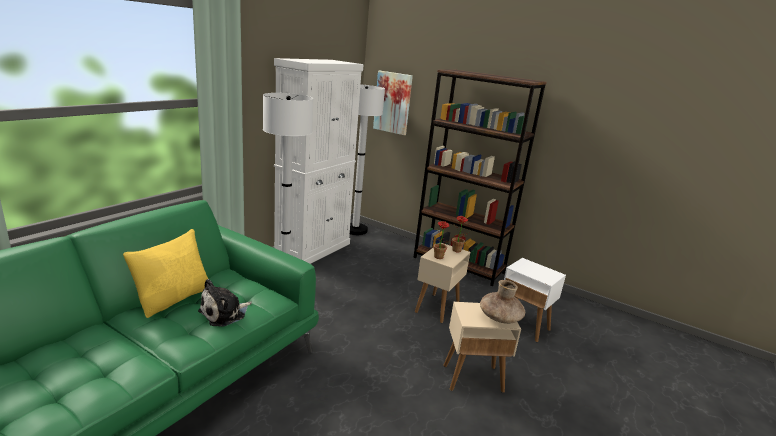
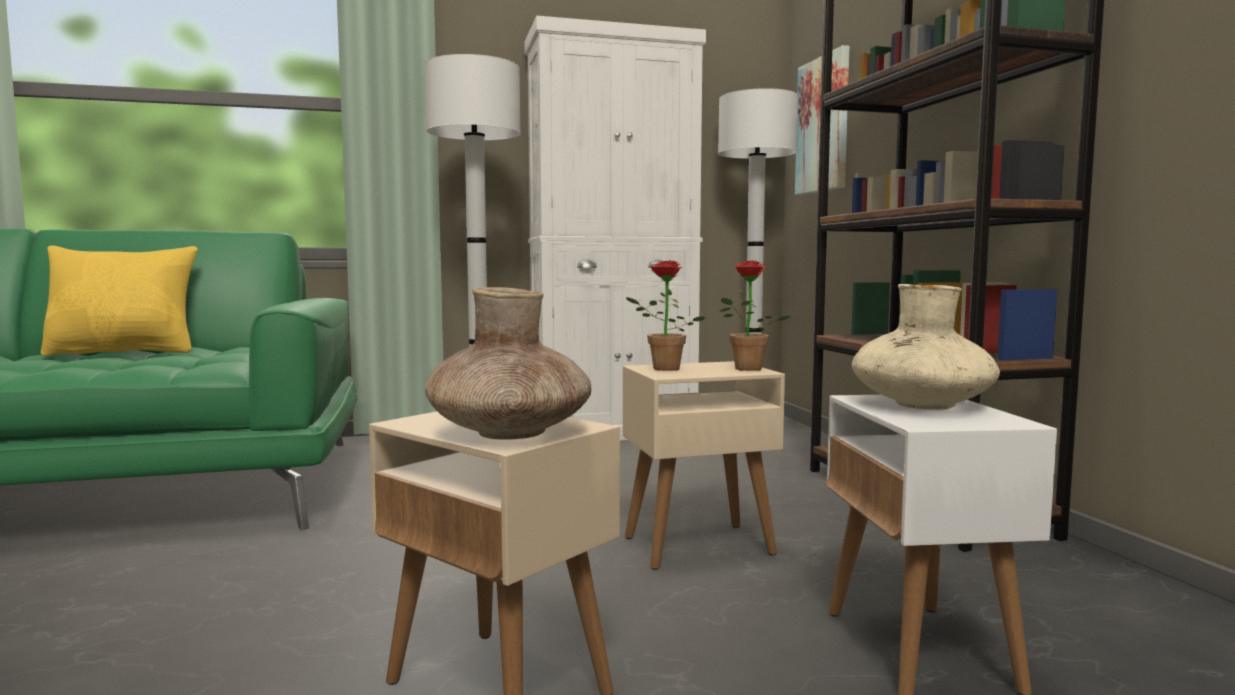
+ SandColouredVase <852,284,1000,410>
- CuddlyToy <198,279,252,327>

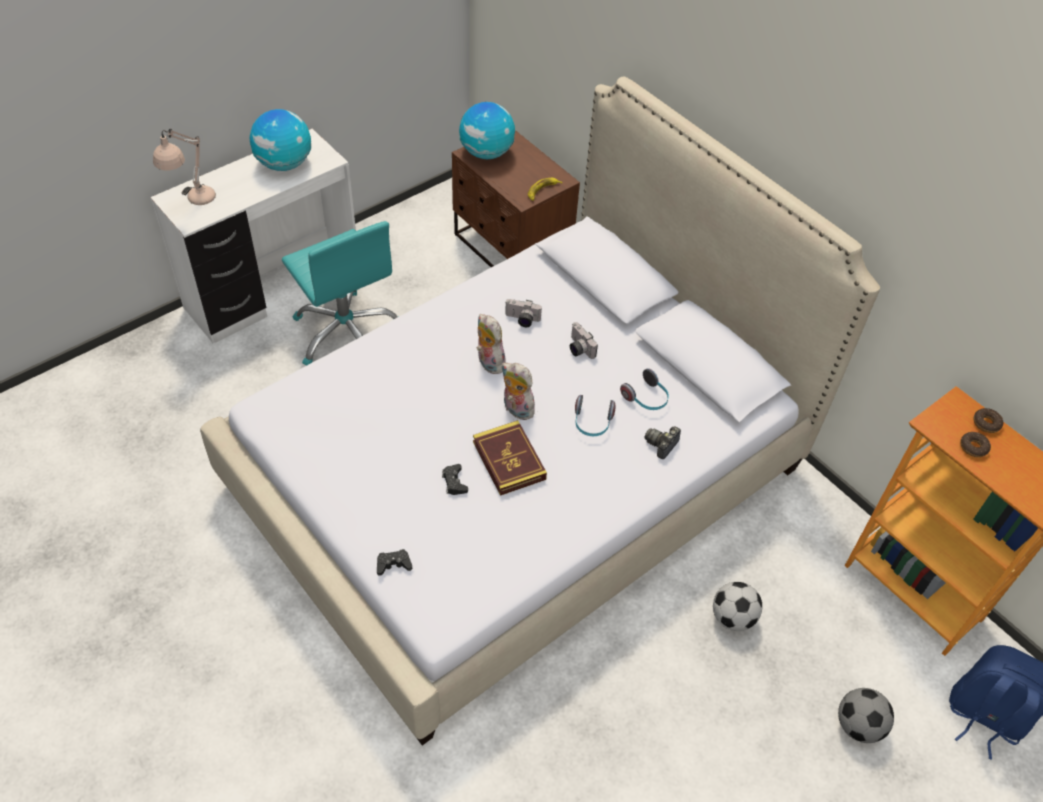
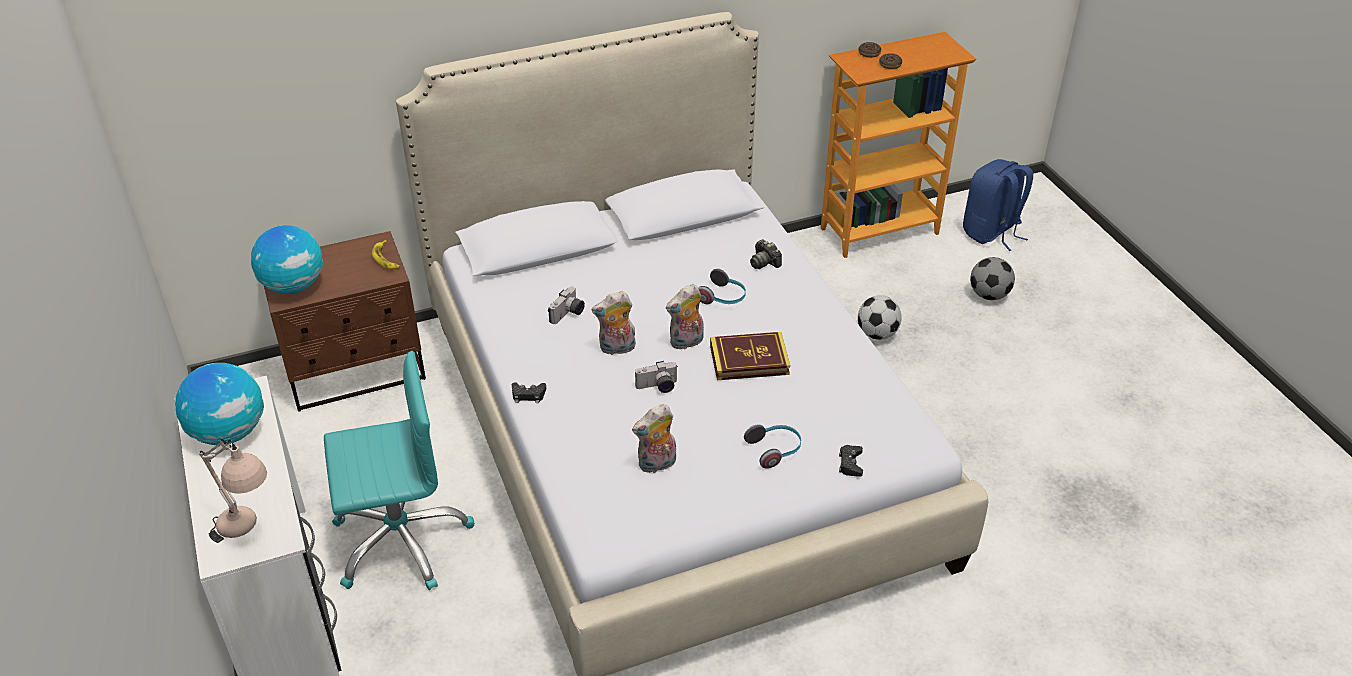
~ BlackishGamepad <442,464,468,495> to <512,382,546,403>
+ CuddlyToy <632,404,676,474>
~ StillCamera <570,322,598,359> to <635,361,677,393>
~ PairOfHeadphones <620,368,669,410> to <744,425,801,469>

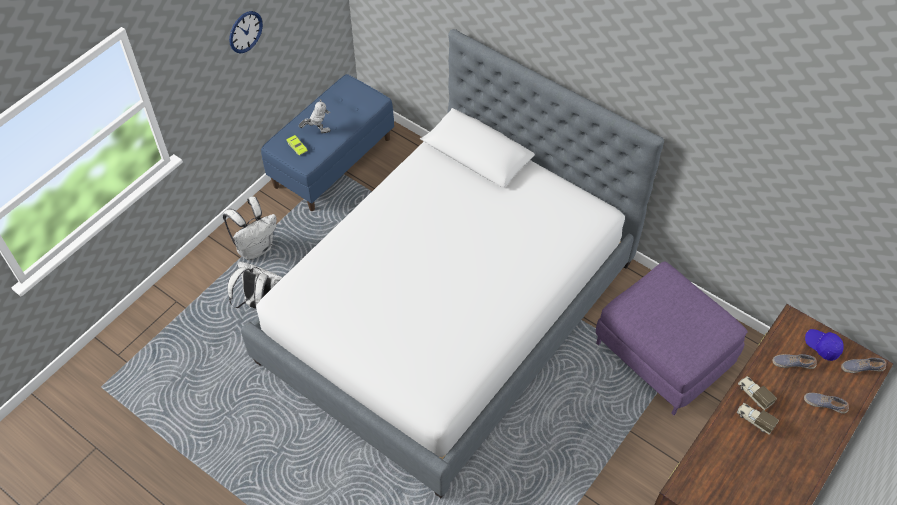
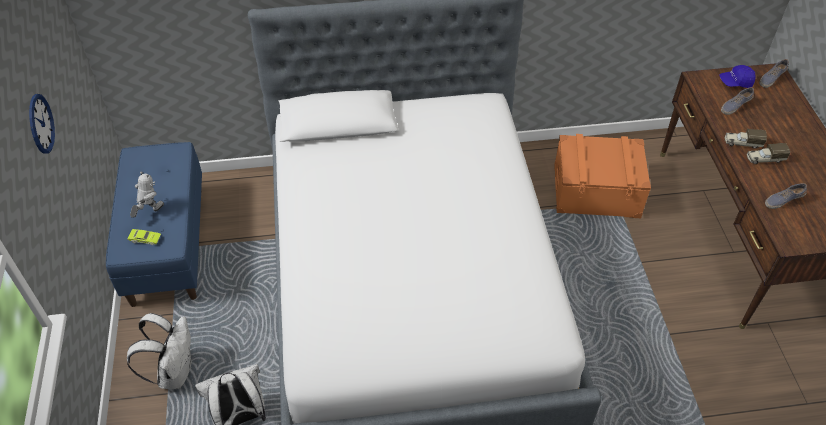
~ PurpleOttoman <596,261,748,415> to OrangeyStorageContainer <554,134,651,218>
~ ItemOfFootwear <804,393,849,414> to <765,183,807,209>

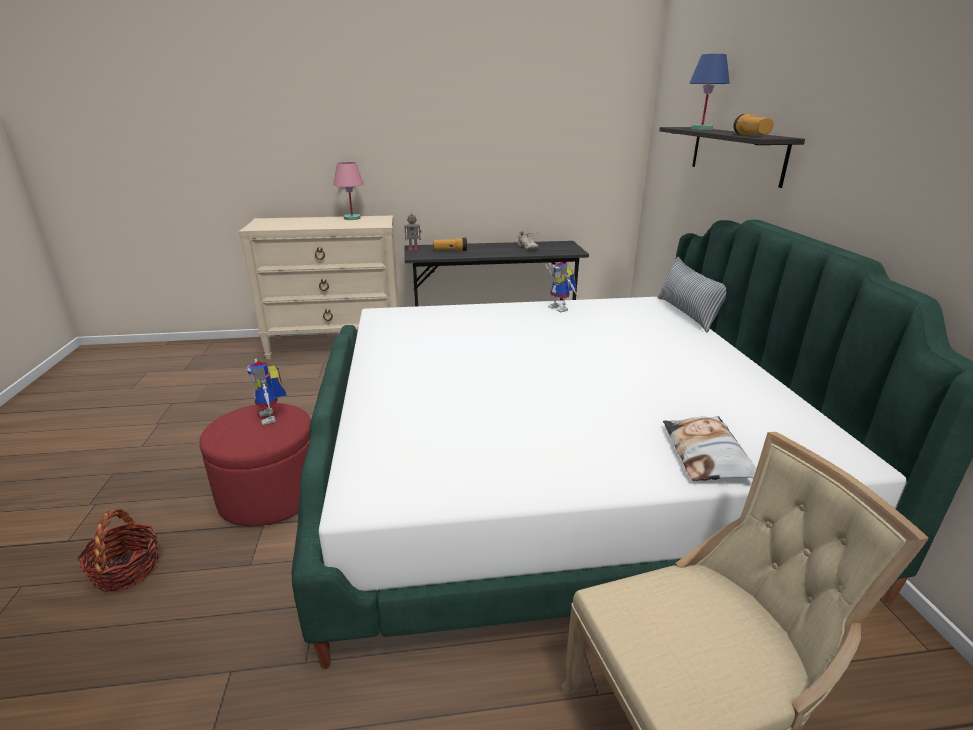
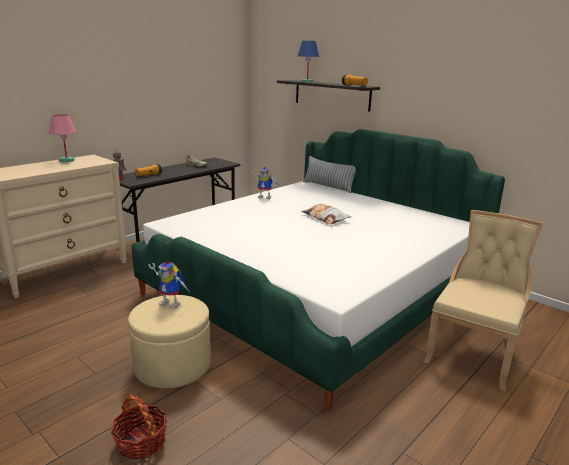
~ RedOttoman <199,403,311,526> to SandColouredOttoman <128,295,211,389>
~ ThrowPillow <663,416,756,481> to <301,204,351,224>

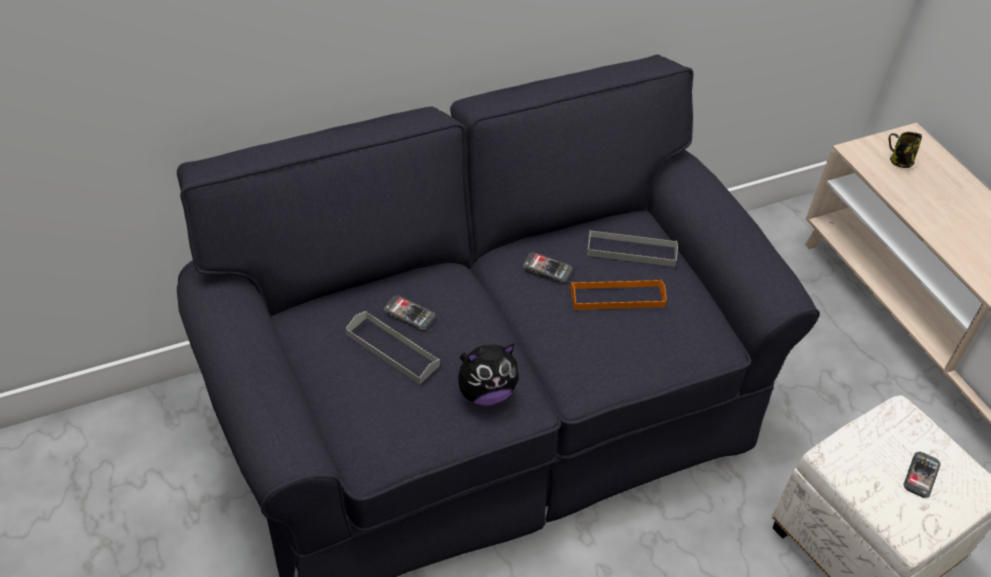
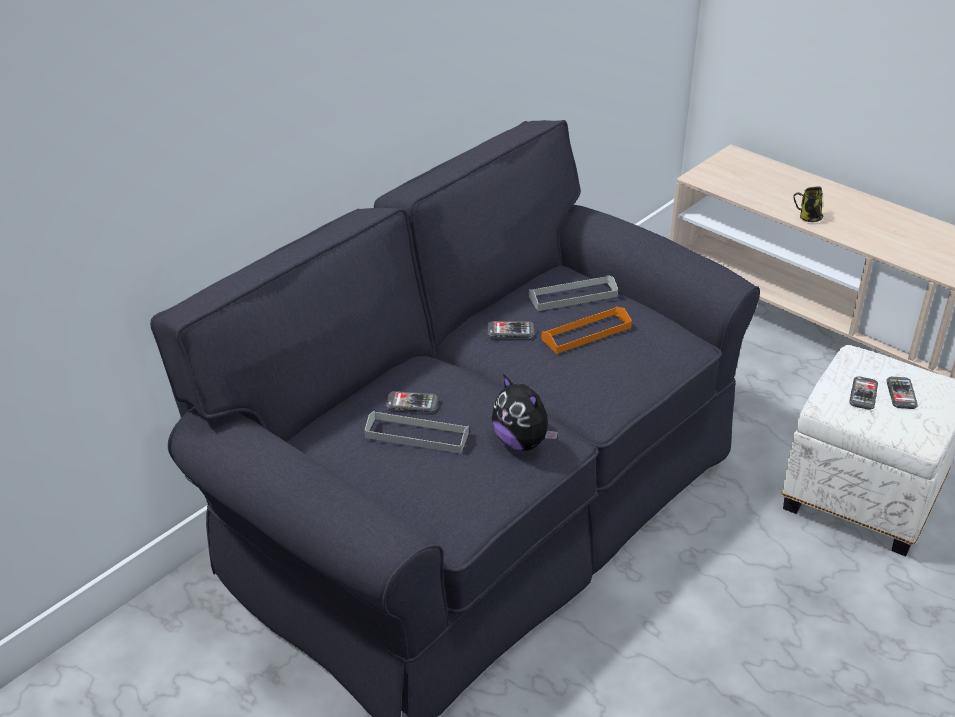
~ CuddlyToy <458,344,519,406> = <492,374,558,451> 90 degrees clockwise
~ TeaMug <889,132,922,168> to <793,187,824,222>
+ Telephone <849,376,878,410>

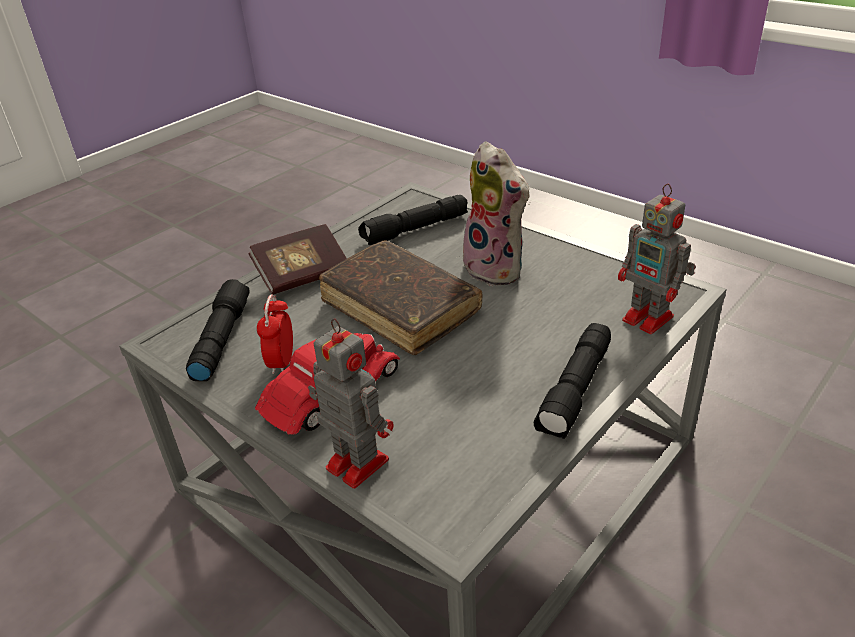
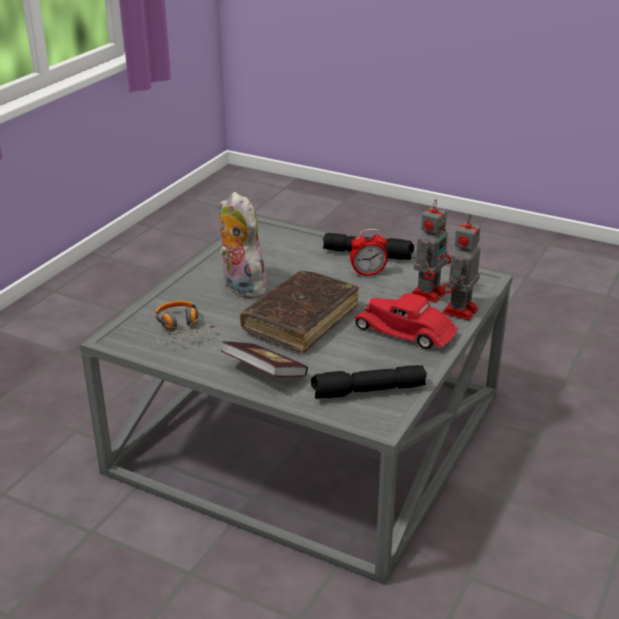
~ BlackishTorch <358,195,468,245> to PairOfHeadphones <155,301,217,344>
~ CuddlyToy <463,141,529,286> = <219,192,270,298> 75 degrees counterclockwise
~ AlarmClock <257,294,293,374> to <350,229,388,276>
~ ToyRobot <618,184,696,334> to <411,199,451,303>

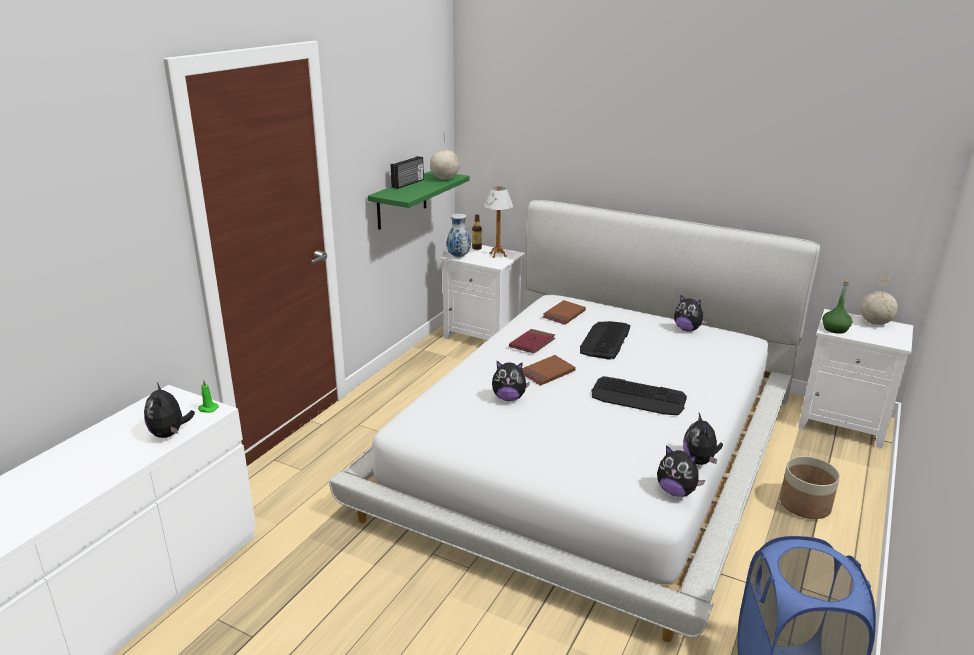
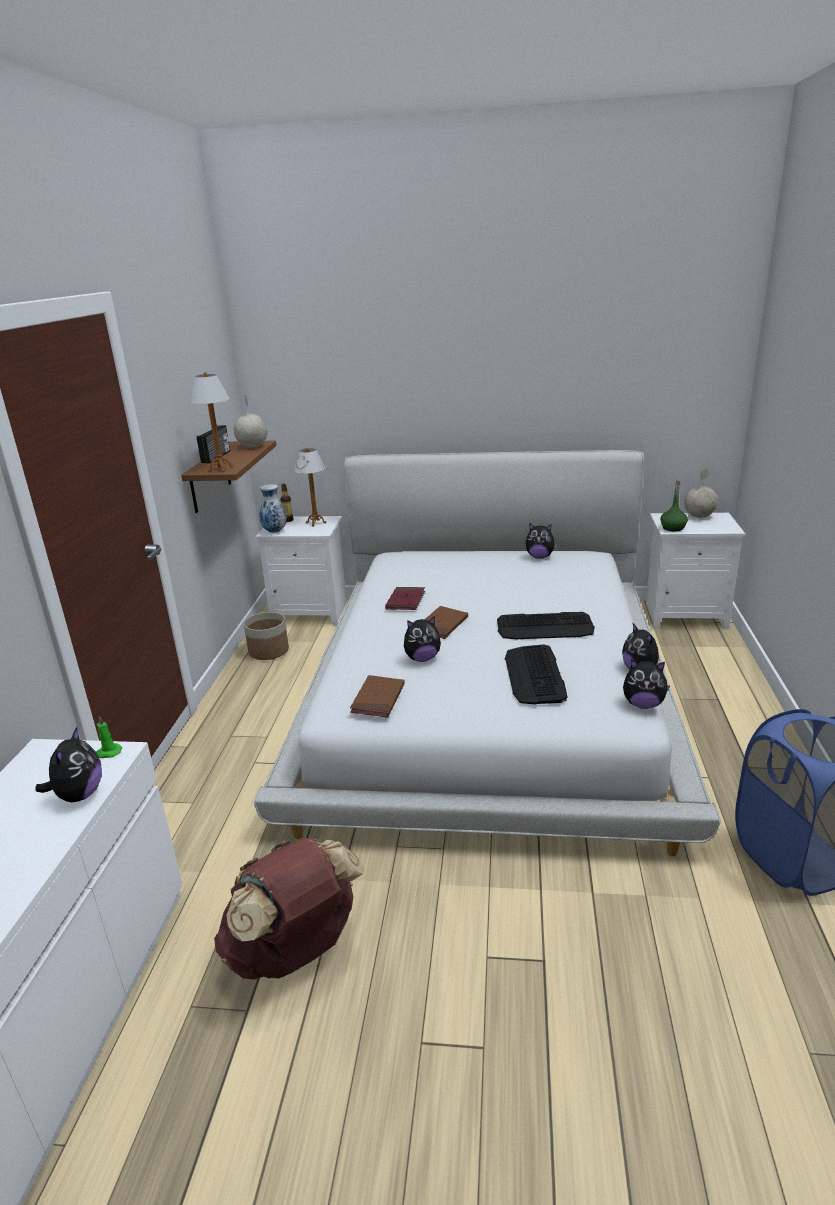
~ CuddlyToy <144,382,195,438> = <35,727,102,802> 135 degrees counterclockwise
~ GreenColouredBracketShelf <368,171,469,230> to BrownColouredBracketShelf <181,440,277,513>
+ LampForATable <190,372,234,472>
+ BrownColouredKnapsack <214,838,364,980>
~ Planter <780,456,840,519> to <244,612,289,660>
~ BrownColouredVolume <543,300,586,325> to <350,675,405,718>
~ Keyboard <580,321,630,360> to <505,644,567,705>

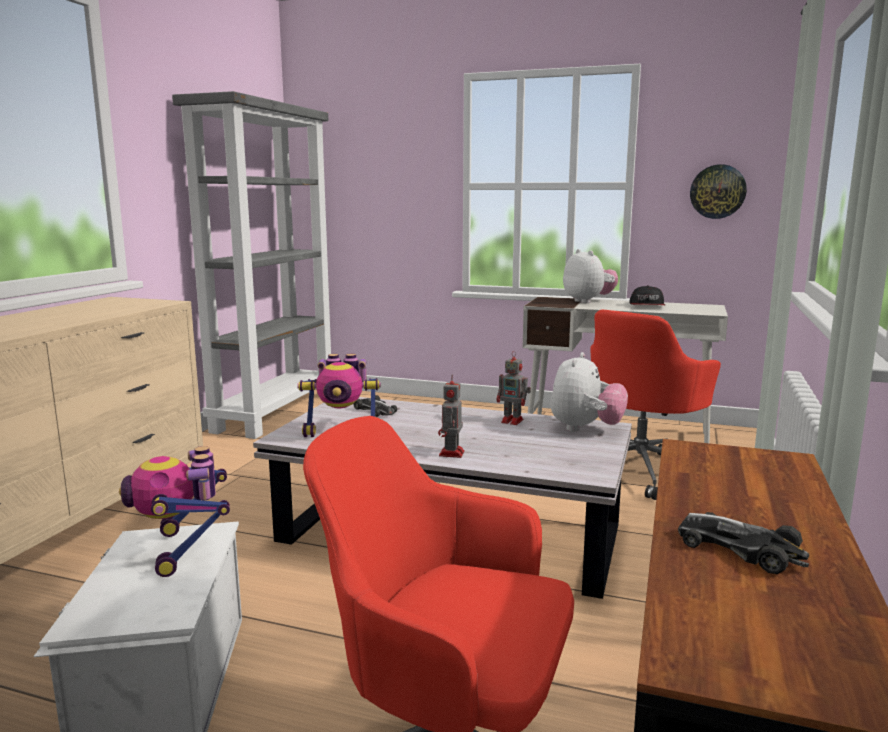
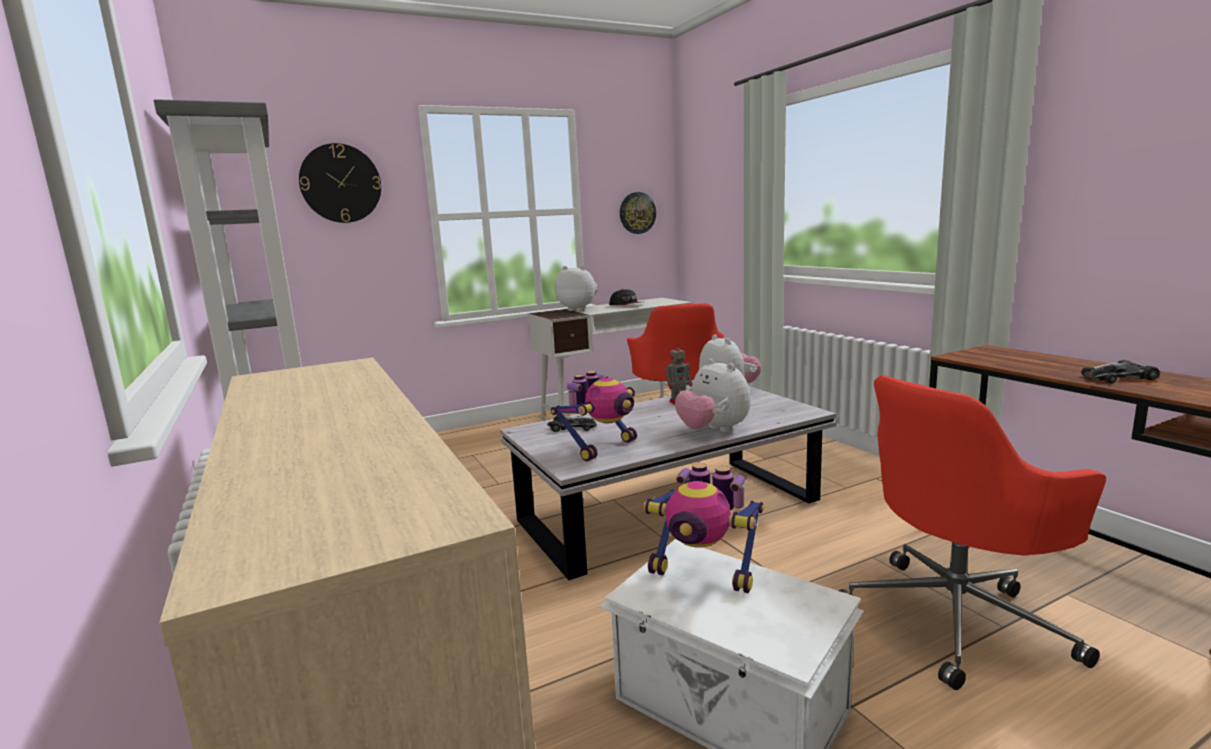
+ ClockOnTheWall <299,143,381,223>
~ ToyRobot <438,374,465,458> to CuddlyToy <675,359,751,432>

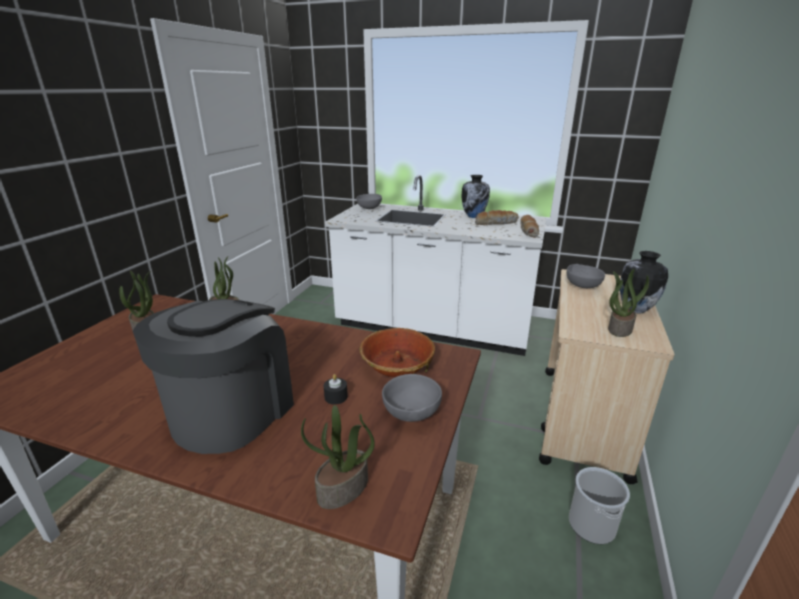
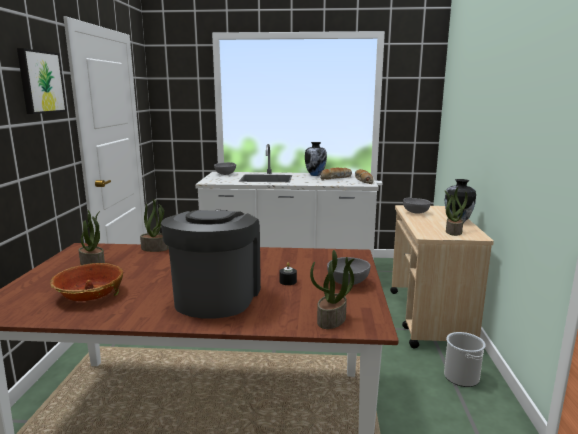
+ WallPicture <17,48,67,114>
~ DeepDish <360,328,435,377> to <50,263,123,301>

